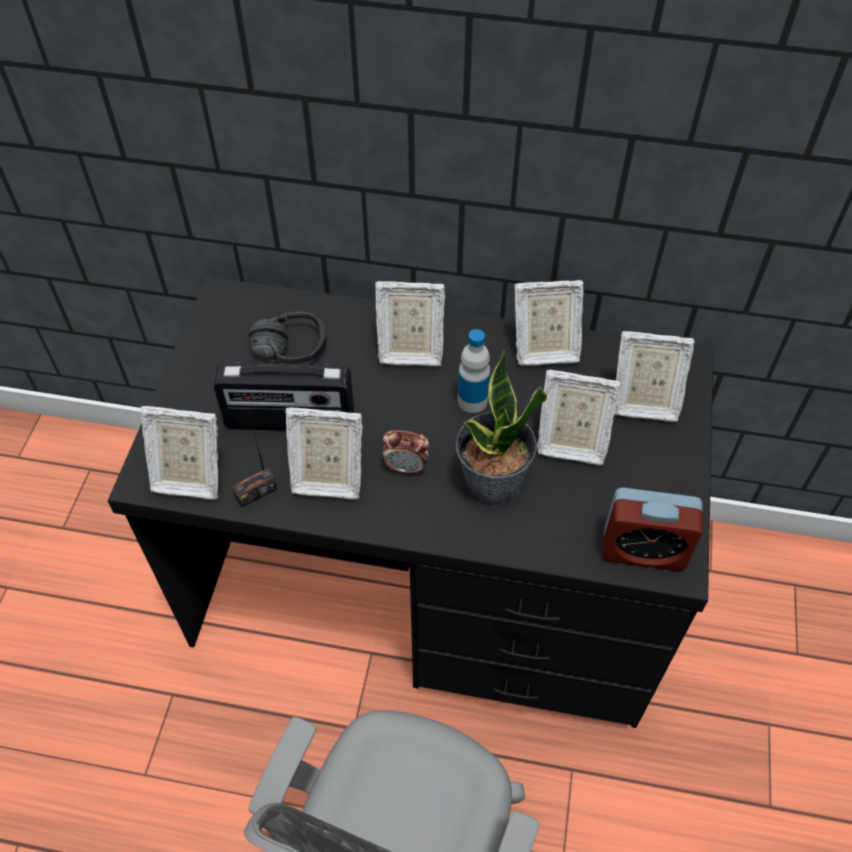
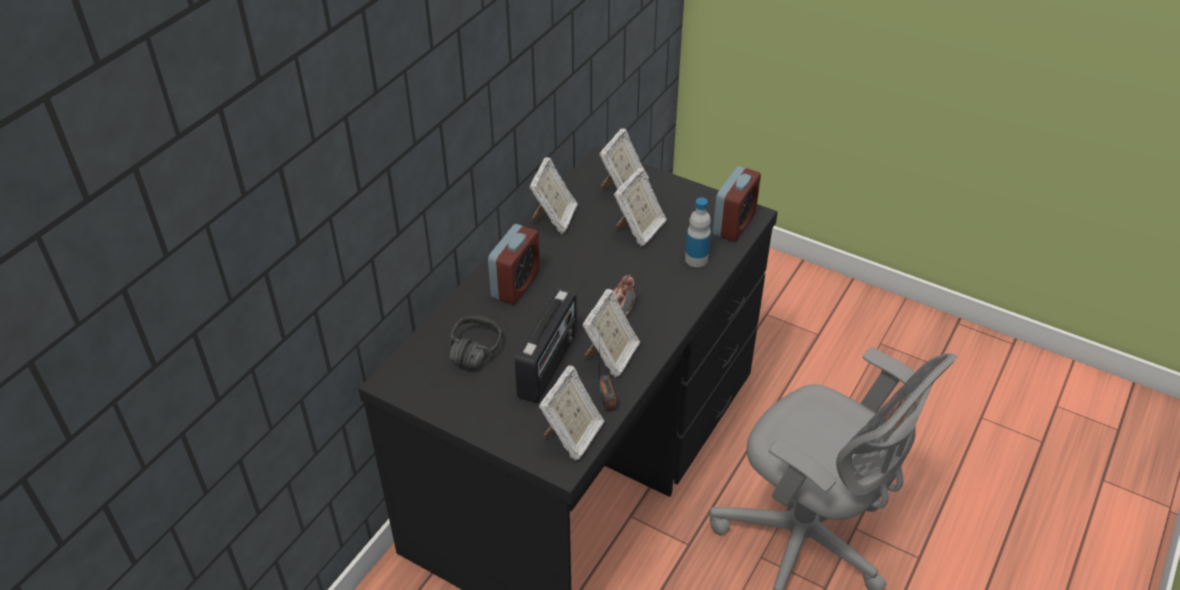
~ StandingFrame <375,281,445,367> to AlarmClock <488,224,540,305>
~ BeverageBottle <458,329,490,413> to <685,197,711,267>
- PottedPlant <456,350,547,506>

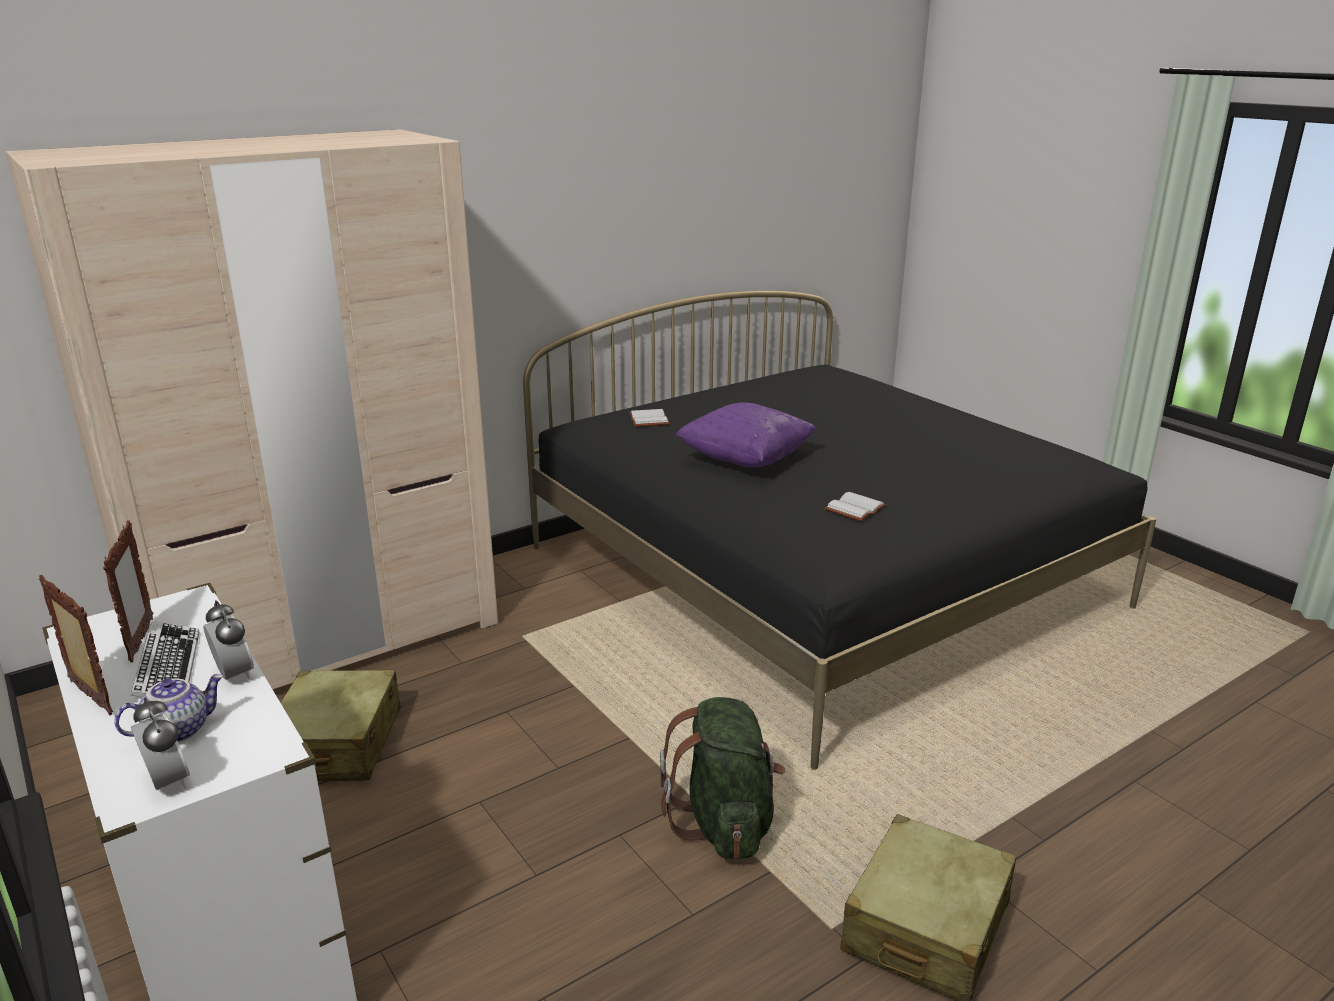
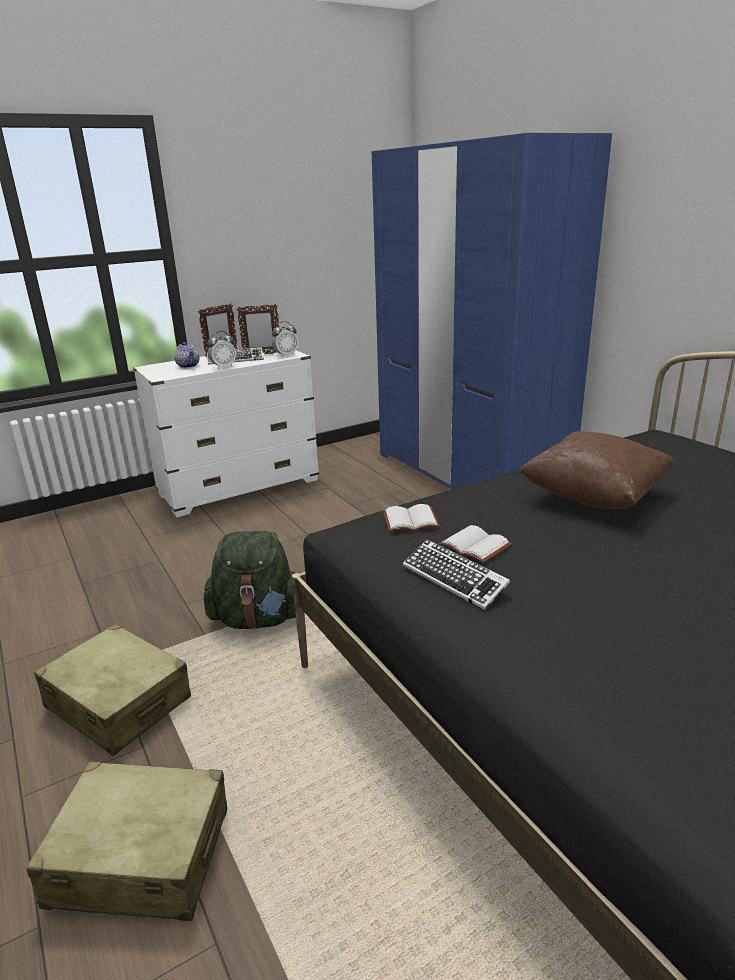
~ SandColouredSuitcase <281,670,401,781> to <26,761,227,921>
~ AlarmClock <131,698,190,790> to <272,321,298,358>
~ SandColouredClothesCupboard <6,129,498,689> to BluishClothesCupboard <372,133,612,489>
~ WhiteColouredVolume <629,409,669,427> to <383,504,440,532>
+ Keyboard <403,539,510,611>
~ PurpleThrowPillow <675,402,816,468> to BrownColouredThrowPillow <518,431,676,509>

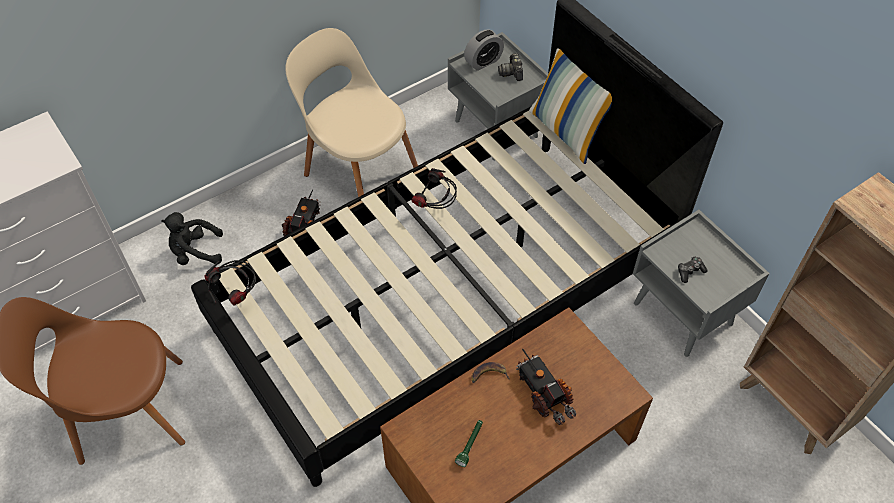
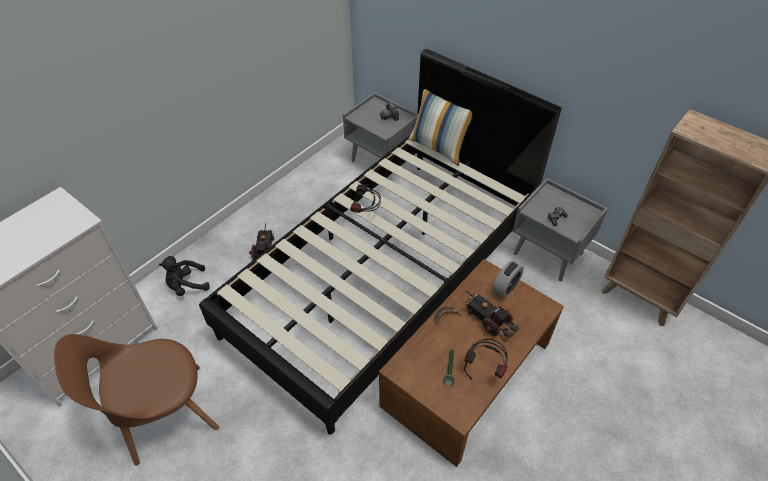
~ PairOfHeadphones <204,260,256,305> to <464,339,508,380>
~ AlarmClock <464,29,504,71> to <492,261,524,299>
- SandColouredChair <286,28,418,197>

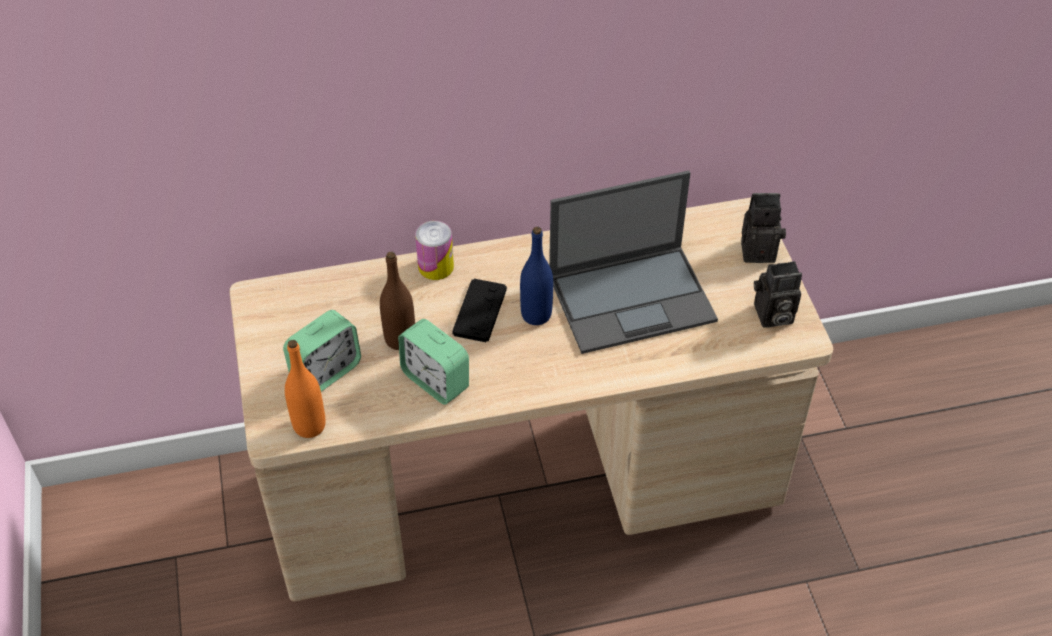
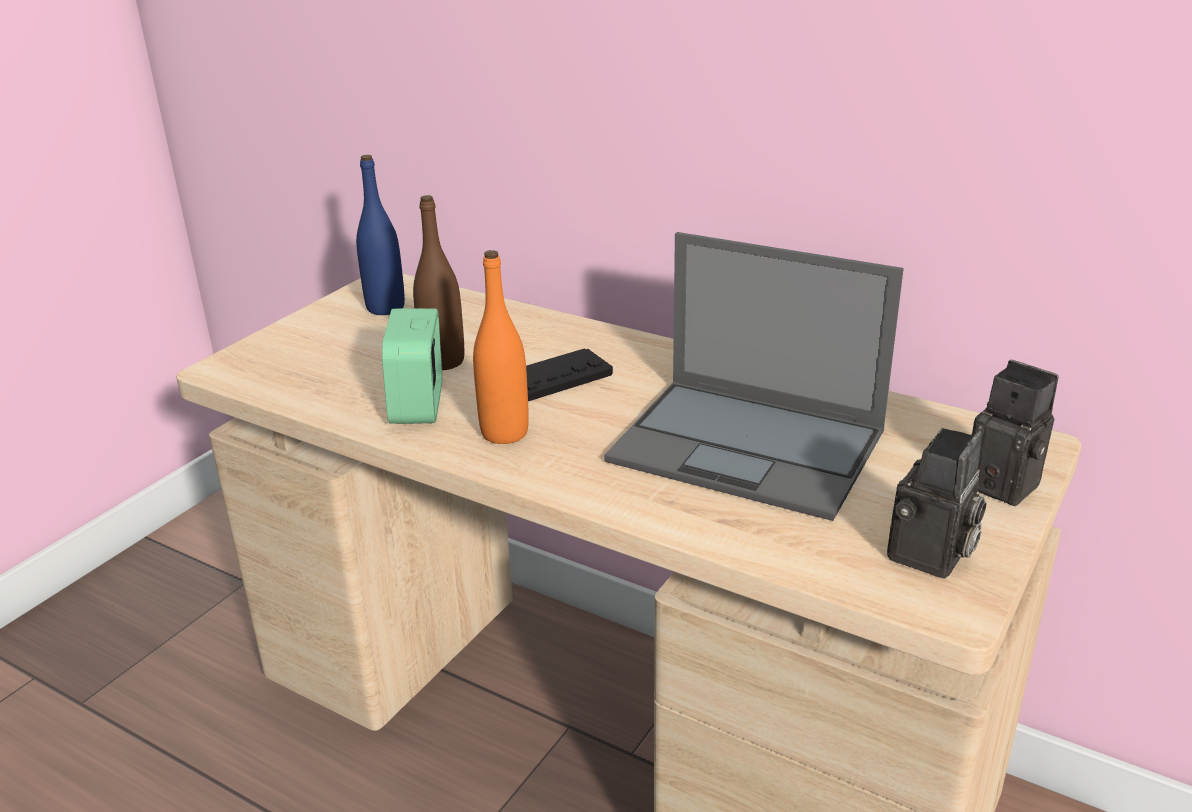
~ BluishBeverageBottle <520,227,553,325> to <356,155,405,315>
~ OrangeyBeverageBottle <285,340,326,438> to <473,250,529,444>
~ StillCamera <754,261,802,328> = <887,428,986,579> 90 degrees counterclockwise
- AlarmClock <283,310,361,392>
- MetalCan <415,221,454,280>

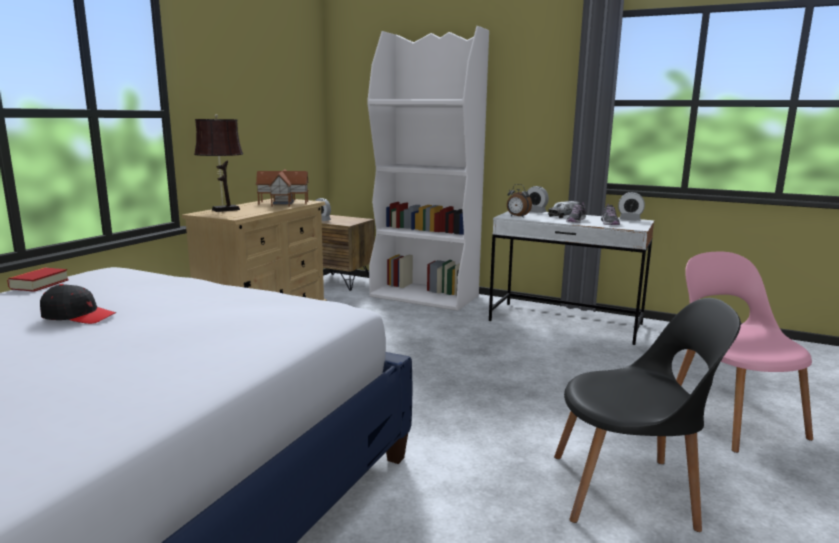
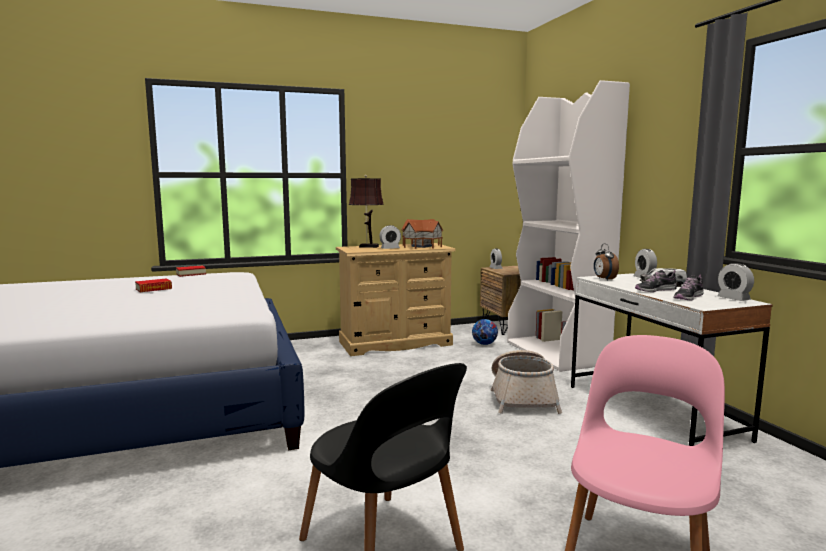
~ BlackishPeakedCap <40,284,116,324> to Volume <135,278,172,292>
+ AlarmClock <379,225,401,249>
+ FootballBall <472,319,498,345>
+ Basket <491,350,562,414>

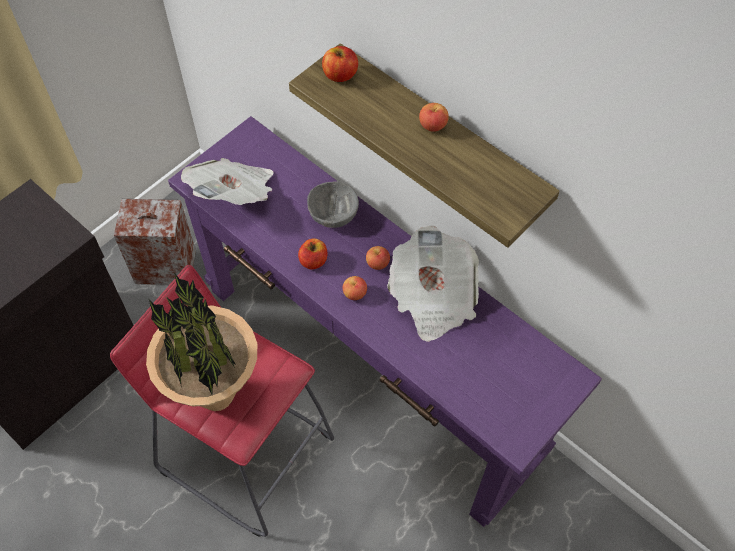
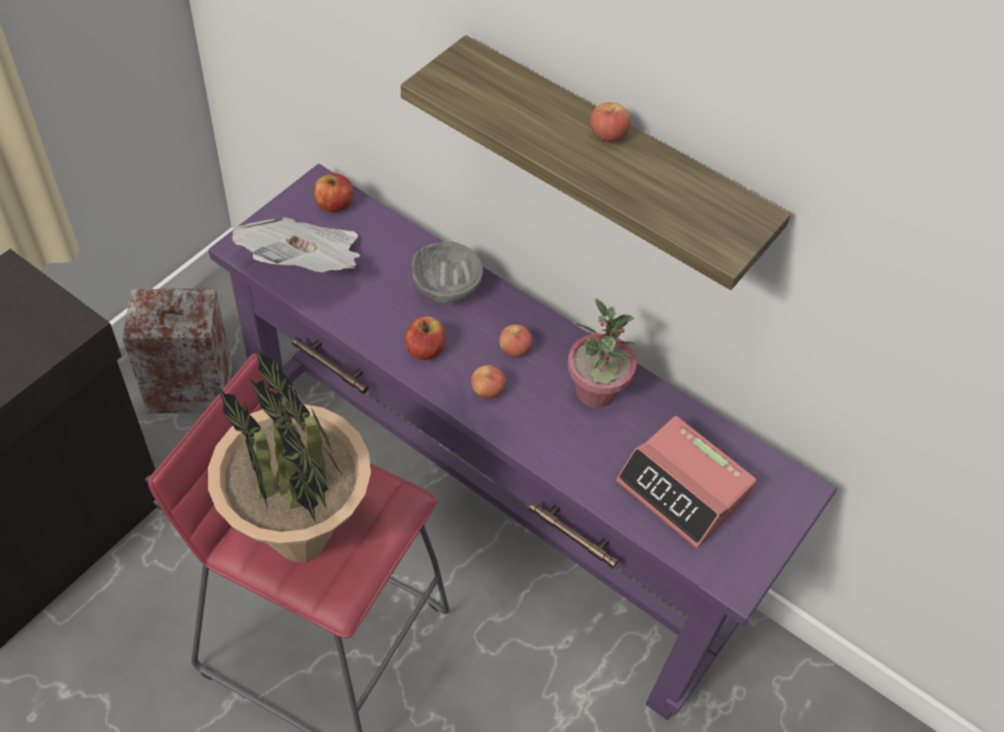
~ AppleFruit <322,46,358,82> to <313,173,353,212>
~ DailyPaper <387,226,479,342> to PottedPlant <568,298,637,408>
+ AlarmClock <616,416,756,548>

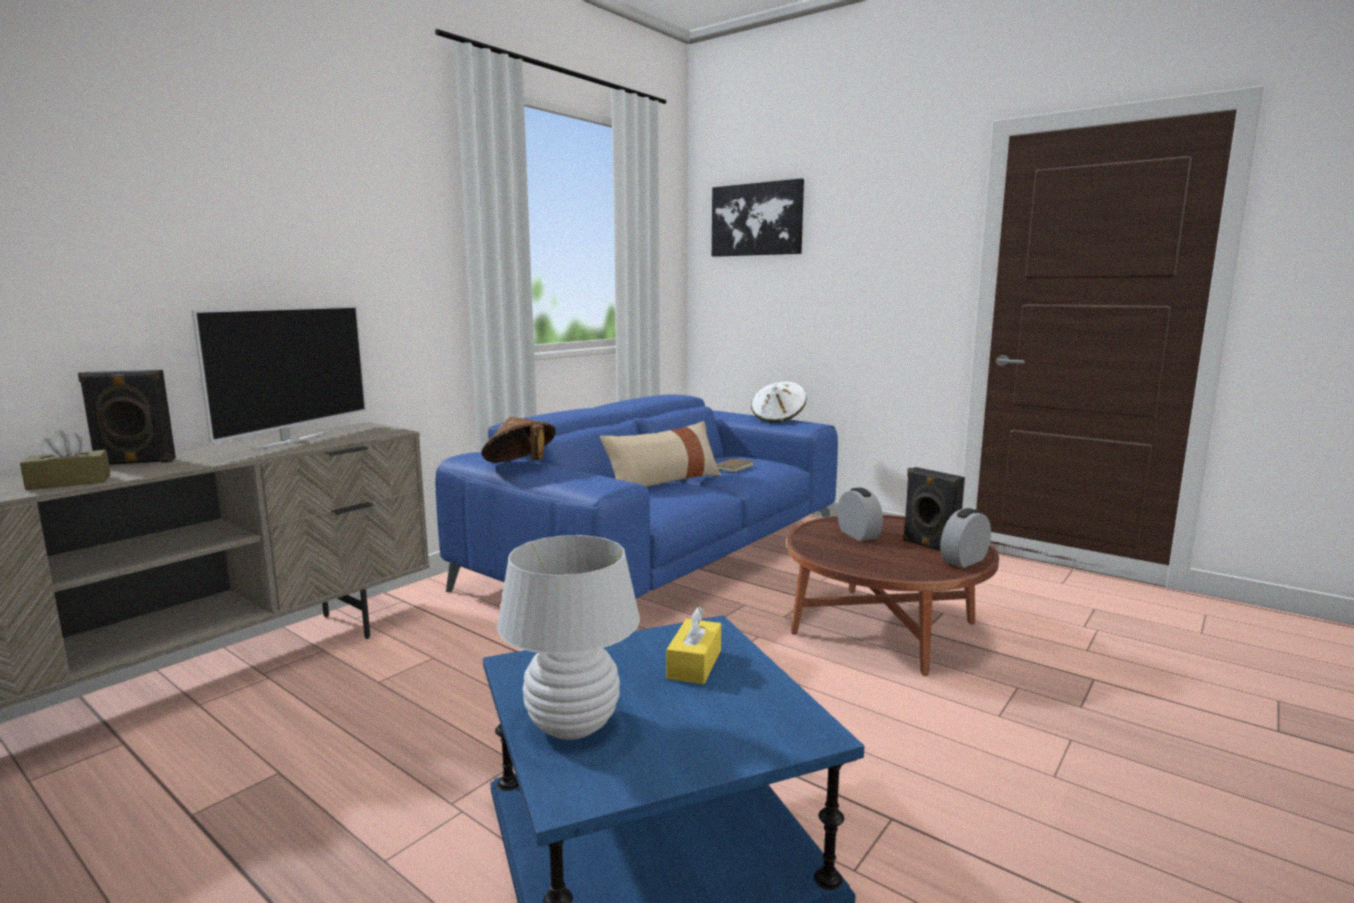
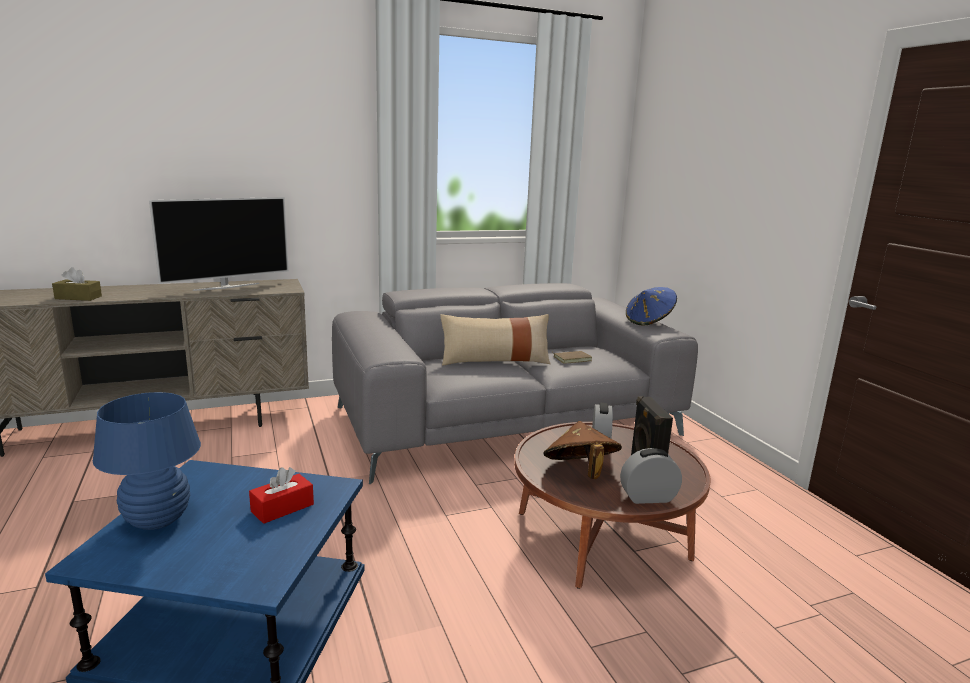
~ WhiteColouredLampForATable <497,535,640,740> to BluishLampForATable <93,392,201,530>
~ YellowishBoxOfTissues <666,607,721,684> to RedBoxOfTissues <249,467,314,524>
~ BluishSettee <435,394,838,599> to GreySettee <332,283,698,484>
~ BrownColouredClothingHat <481,417,556,463> to <543,421,622,479>
~ WhiteColouredClothingHat <751,382,807,423> to BluishClothingHat <626,287,677,325>
- BlackishSpeaker <78,370,176,465>
- WallPicture <712,178,804,257>

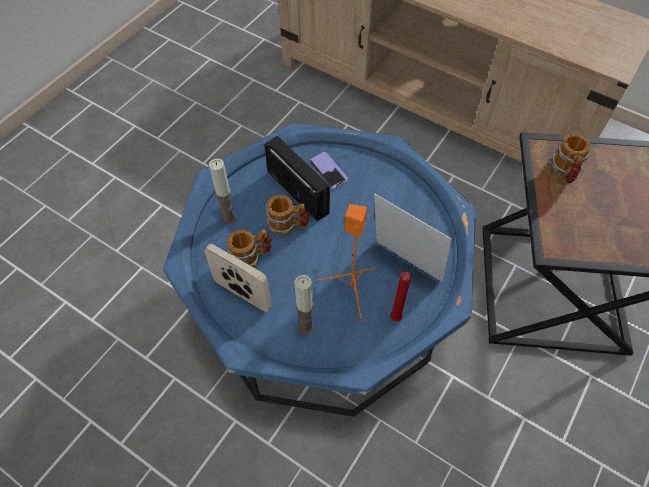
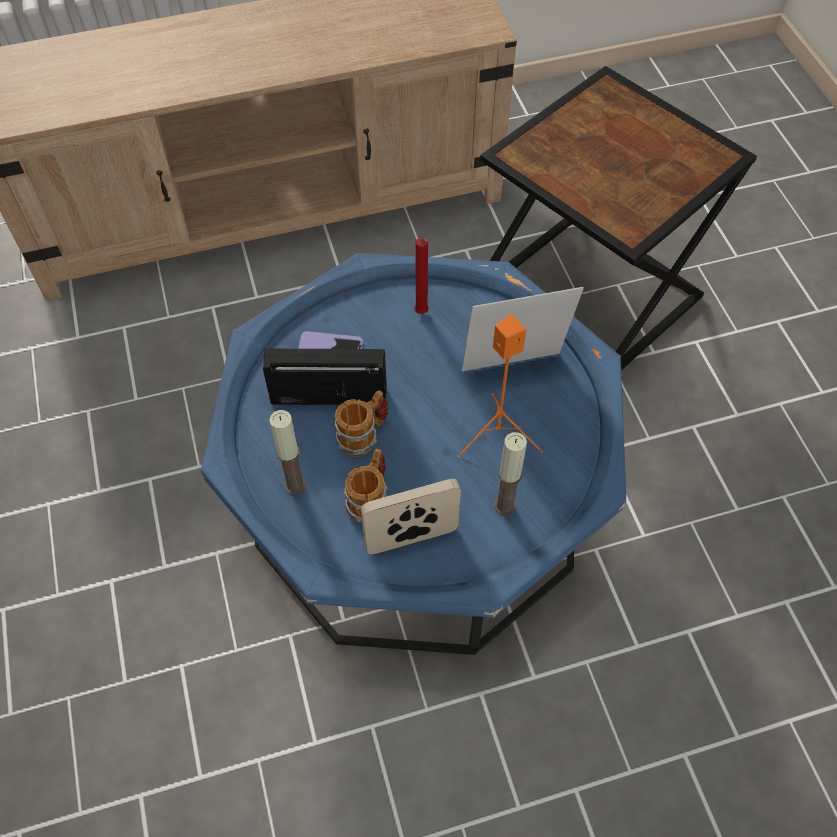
~ RedWaxCandle <390,272,411,321> to <415,238,429,314>
- TeaMug <551,134,591,184>

